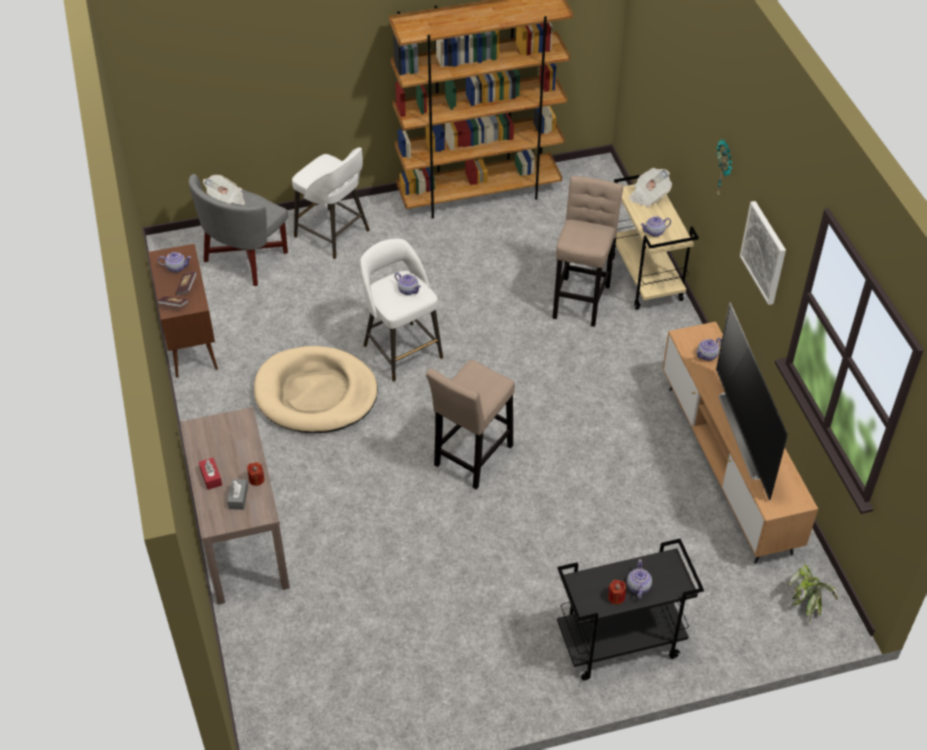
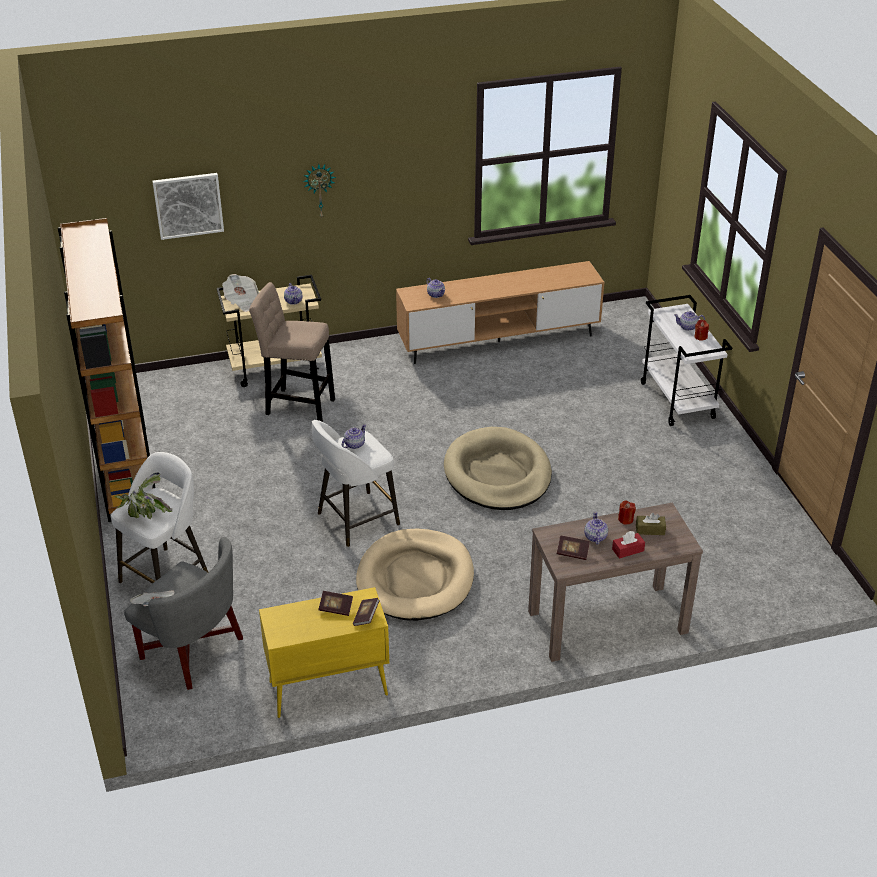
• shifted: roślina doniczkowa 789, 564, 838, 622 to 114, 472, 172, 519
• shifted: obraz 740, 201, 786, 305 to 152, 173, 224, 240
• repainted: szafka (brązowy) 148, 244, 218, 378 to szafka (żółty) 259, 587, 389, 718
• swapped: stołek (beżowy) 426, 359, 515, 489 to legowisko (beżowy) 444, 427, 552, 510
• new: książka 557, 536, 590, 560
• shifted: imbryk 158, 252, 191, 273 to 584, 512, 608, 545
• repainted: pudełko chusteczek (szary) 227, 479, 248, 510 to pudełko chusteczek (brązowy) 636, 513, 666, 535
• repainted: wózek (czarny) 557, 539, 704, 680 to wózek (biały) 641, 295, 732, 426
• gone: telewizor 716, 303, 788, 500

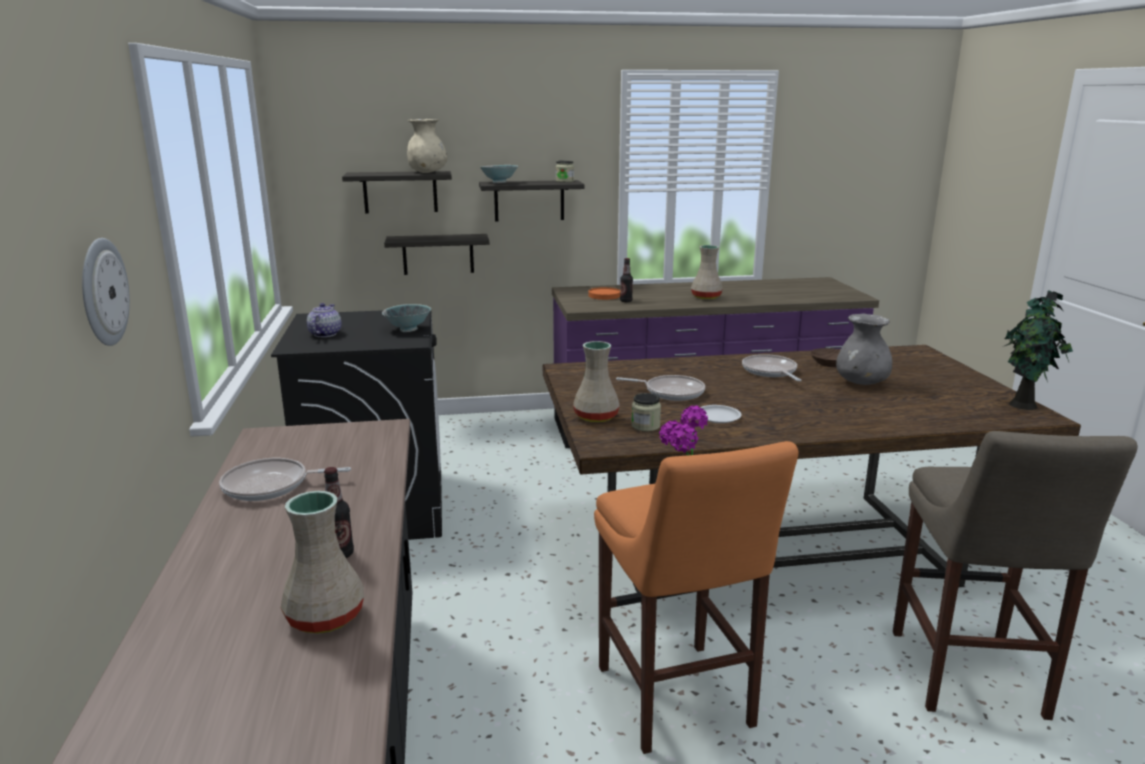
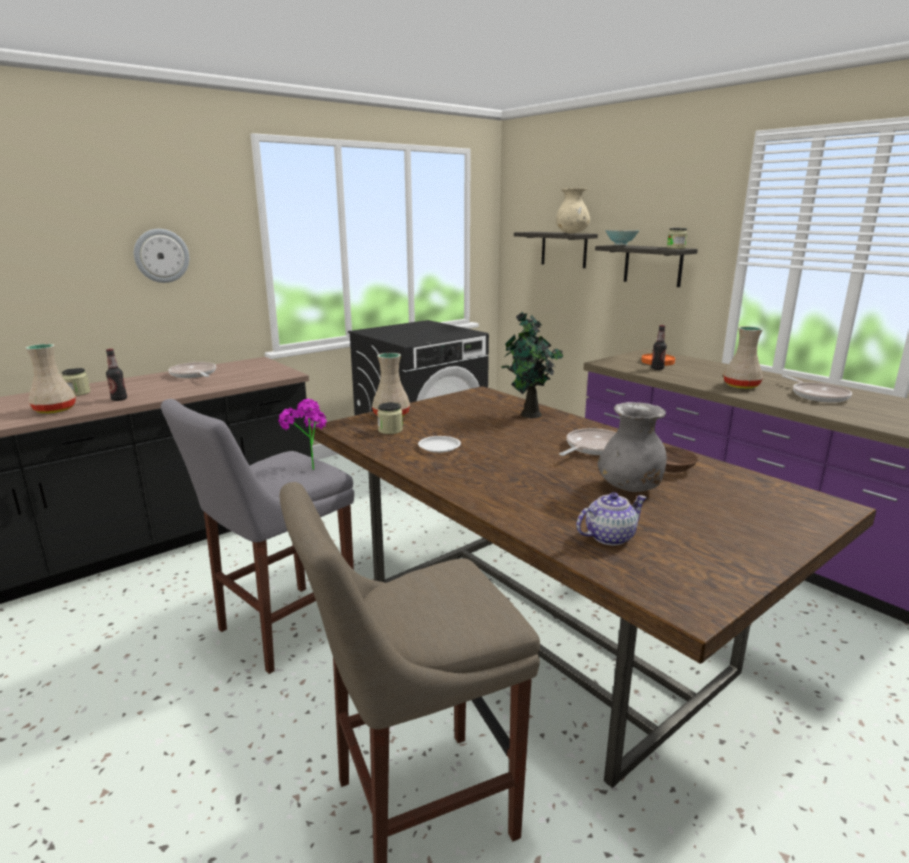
• new: słoik 62, 368, 91, 396
• repainted: stołek (pomarańczowy) 594, 441, 798, 754 to stołek (szary) 161, 399, 354, 674
• shifted: roślina doniczkowa 1002, 290, 1073, 410 to 501, 312, 563, 418
• shifted: imbryk 307, 303, 342, 337 to 576, 492, 647, 546
• shifted: patelnia 616, 375, 705, 401 to 782, 375, 852, 403
• gone: miska 382, 304, 431, 332
• gone: półka 384, 234, 489, 275

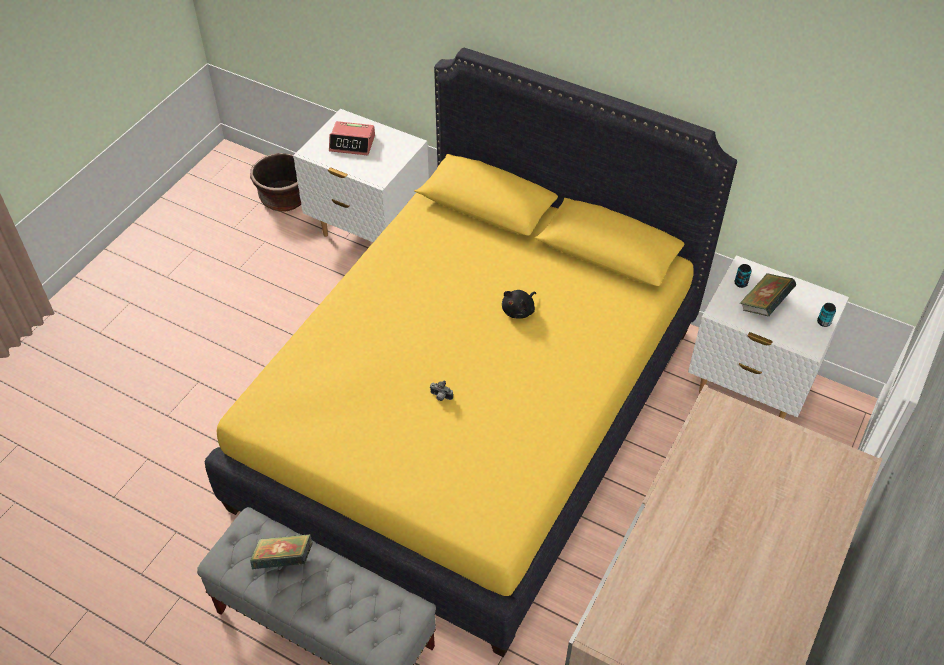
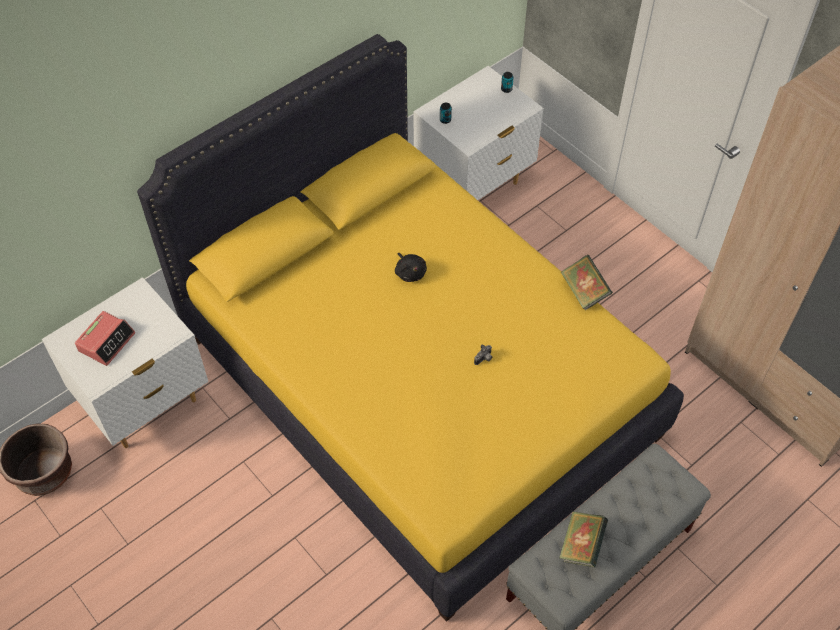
• shifted: książka 740, 273, 796, 316 to 561, 255, 613, 311

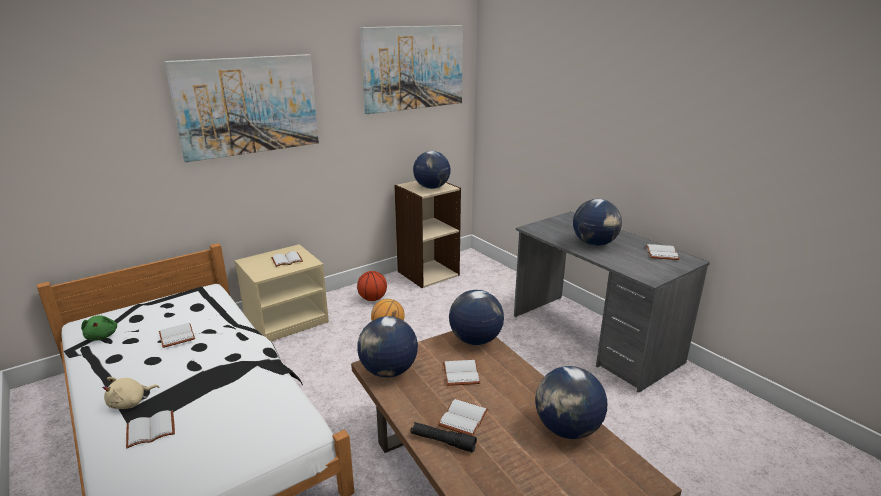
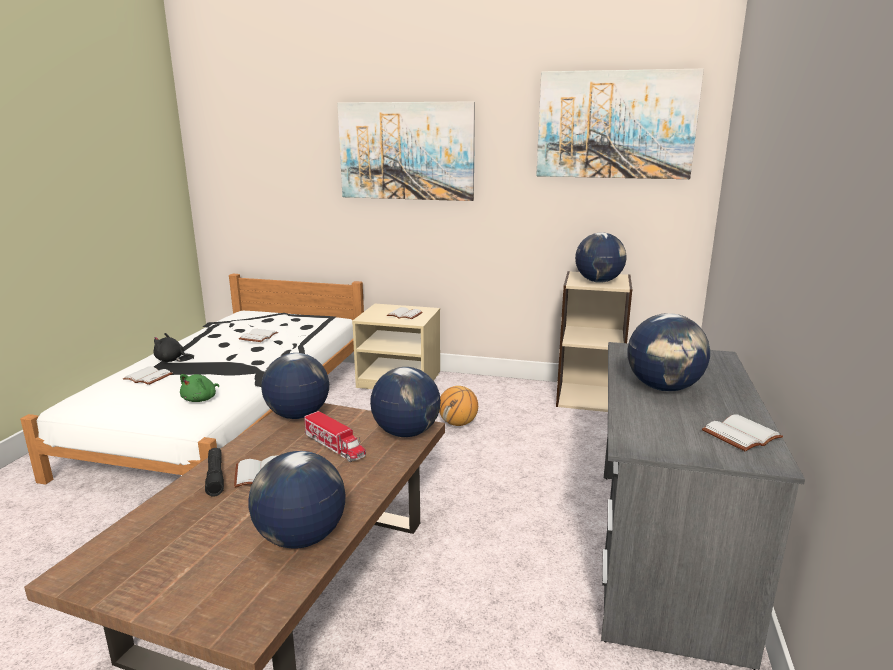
• repainted: pluszak (beżowy) 102, 377, 160, 409 to pluszak (czarny) 153, 333, 194, 362
• shifted: pluszak (zielony) 81, 315, 117, 341 to 180, 374, 219, 402
• swapped: książka (biały) 443, 360, 481, 386 to ciężarówka zabawkowa 304, 411, 366, 462
• gone: piłka do koszykówki 357, 271, 387, 301

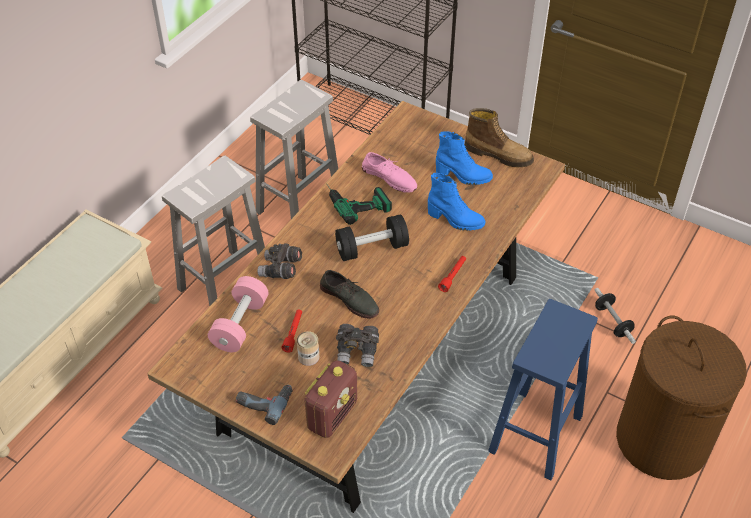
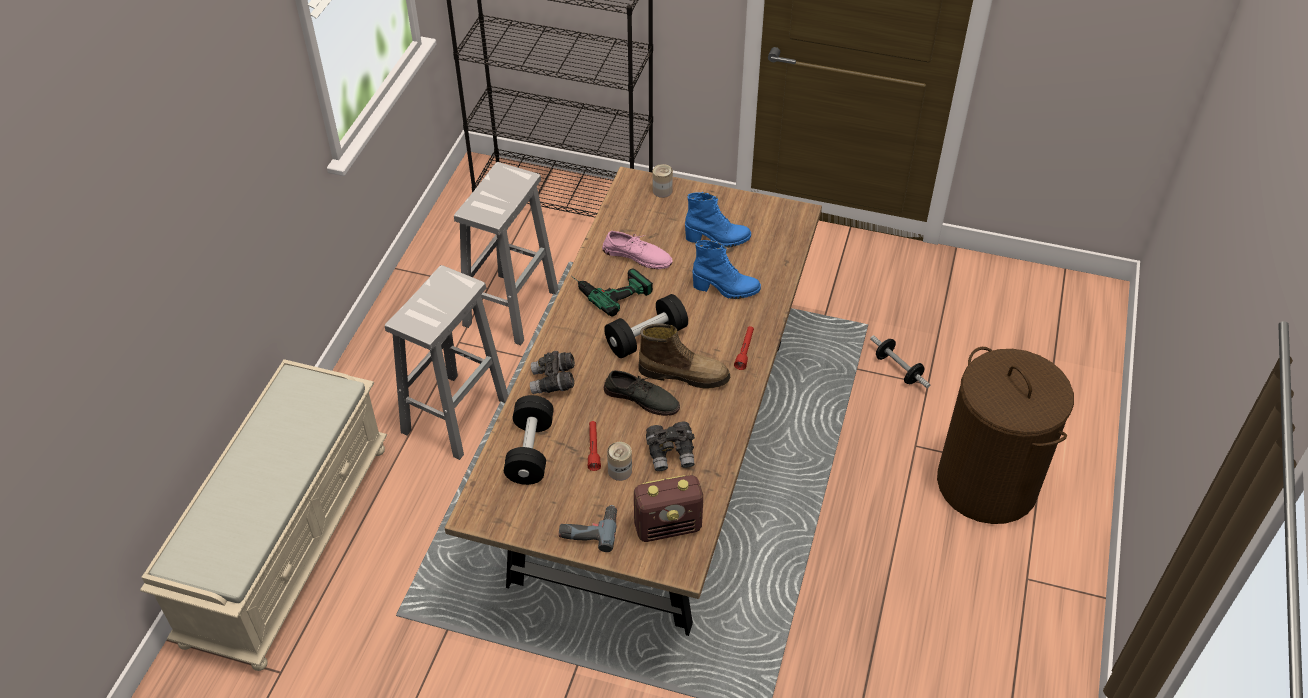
• repainted: hantel (różowy) 208, 276, 269, 352 to hantel (czarny) 504, 395, 554, 485
• rotated: radio 304, 360, 357, 438 = 634, 475, 703, 542 60 degrees clockwise
• shifted: but z cholewką 464, 108, 534, 167 to 638, 323, 730, 388
• new: puszka 653, 164, 673, 198
• gone: stołek (niebieski) 488, 299, 598, 480

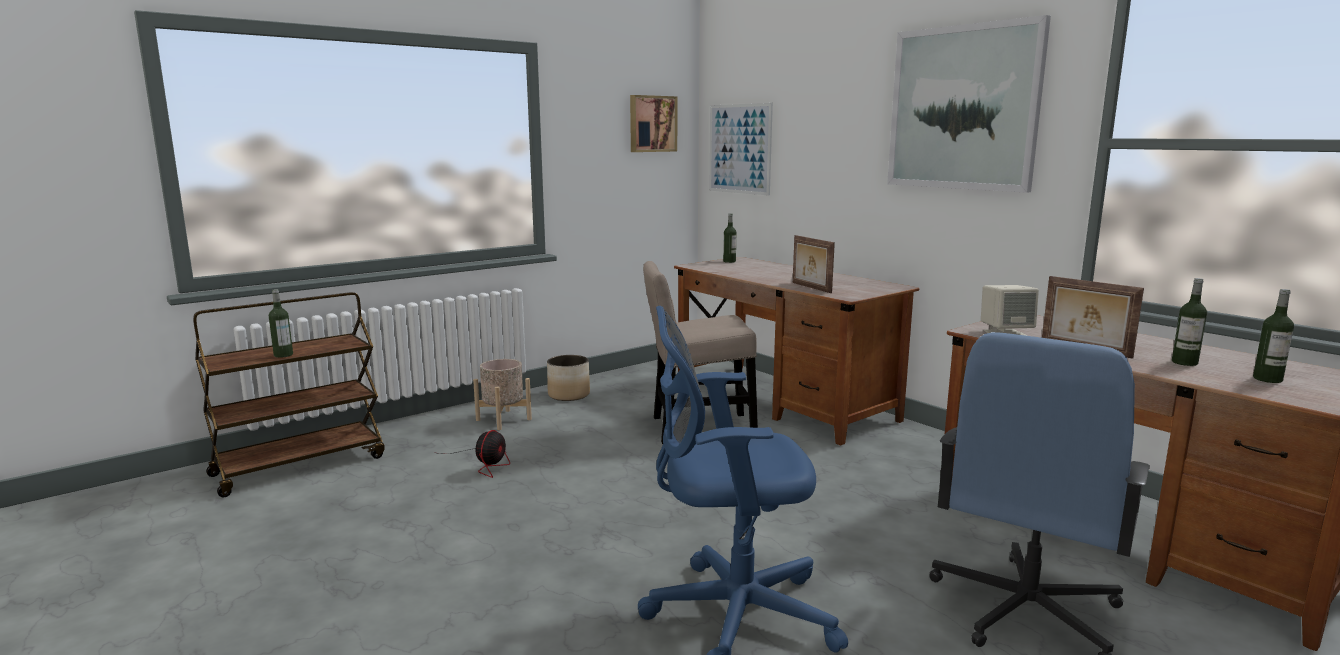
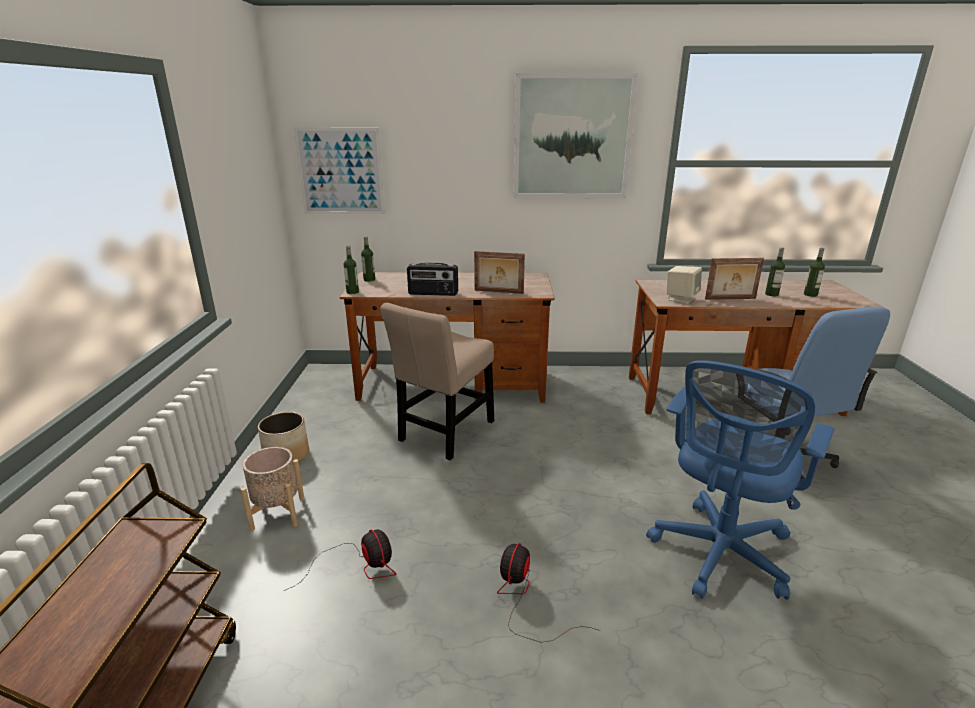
• shifted: butelka 269, 289, 293, 358 to 344, 246, 359, 294
• new: radio 407, 262, 458, 296
• new: wentylator 497, 543, 601, 643
• gone: obraz 630, 95, 677, 152

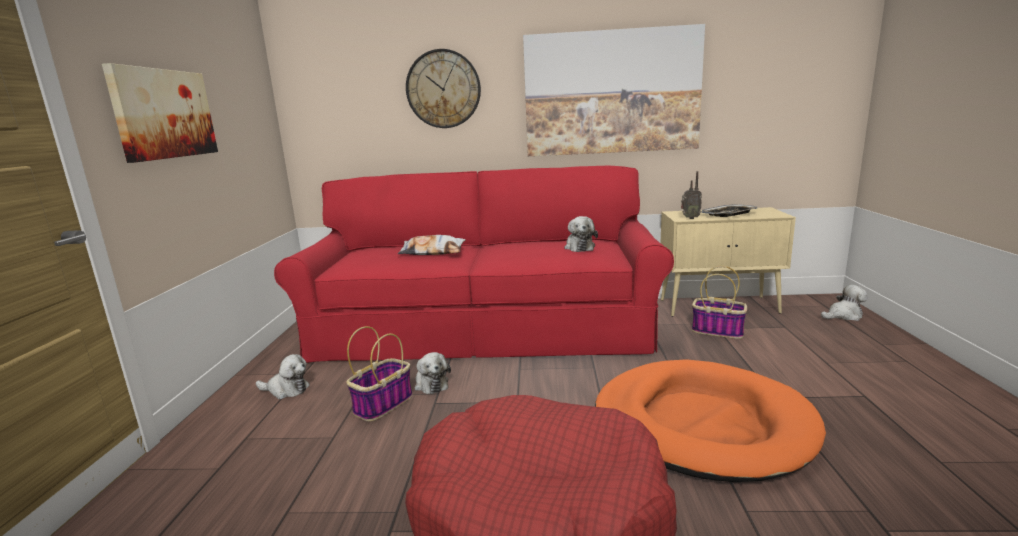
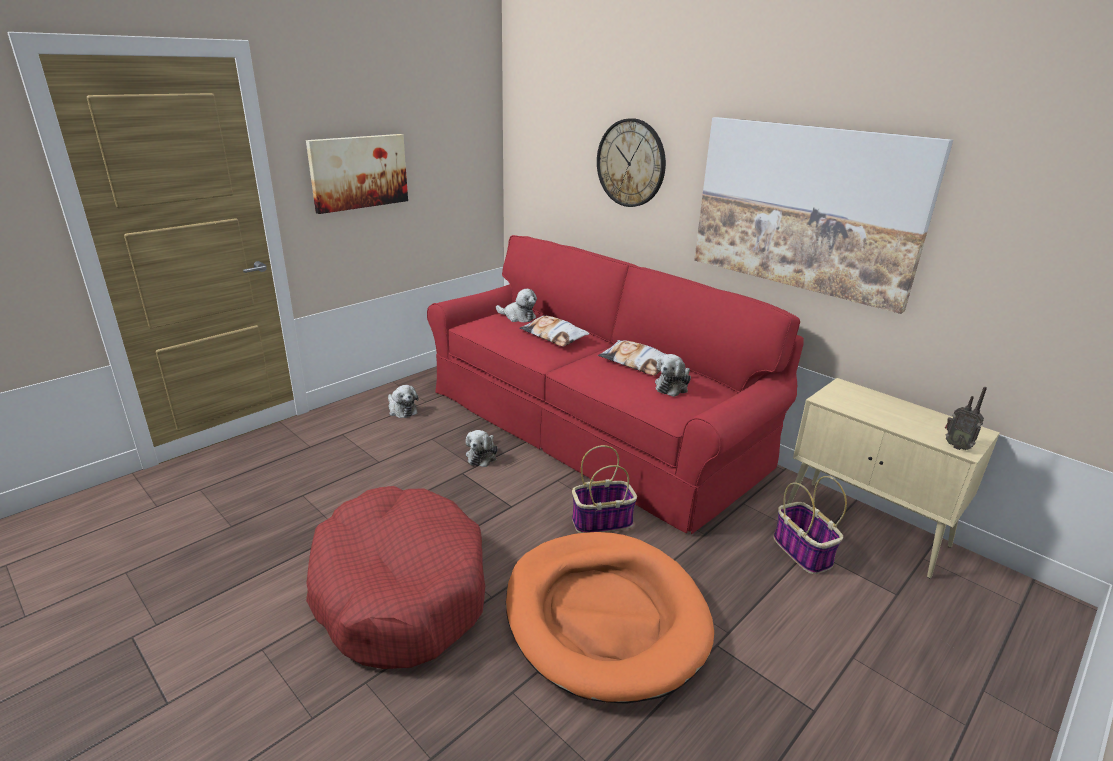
• shifted: pluszak 821, 285, 867, 321 to 496, 289, 537, 323
• shifted: koszyk 346, 326, 413, 421 to 572, 445, 637, 533
• new: poduszka 598, 340, 667, 376
• shifted: radio 681, 171, 702, 219 to 945, 387, 987, 450
• gone: taca 701, 204, 757, 217

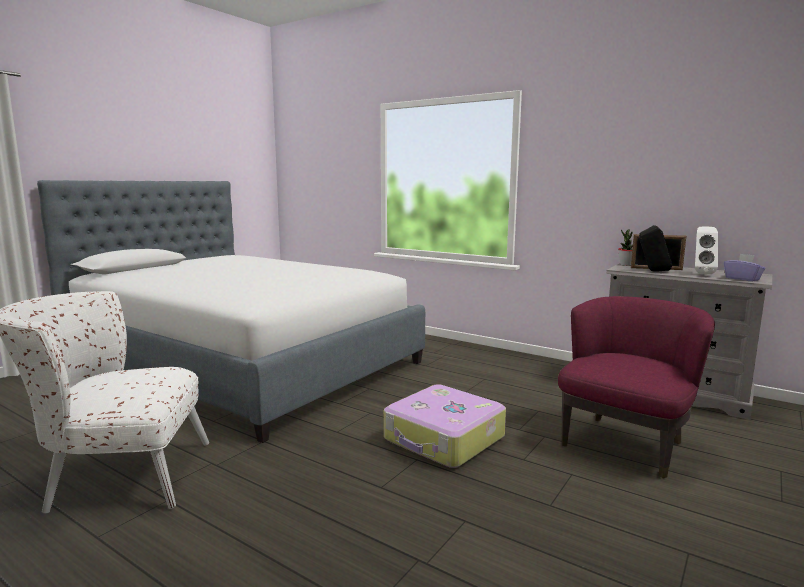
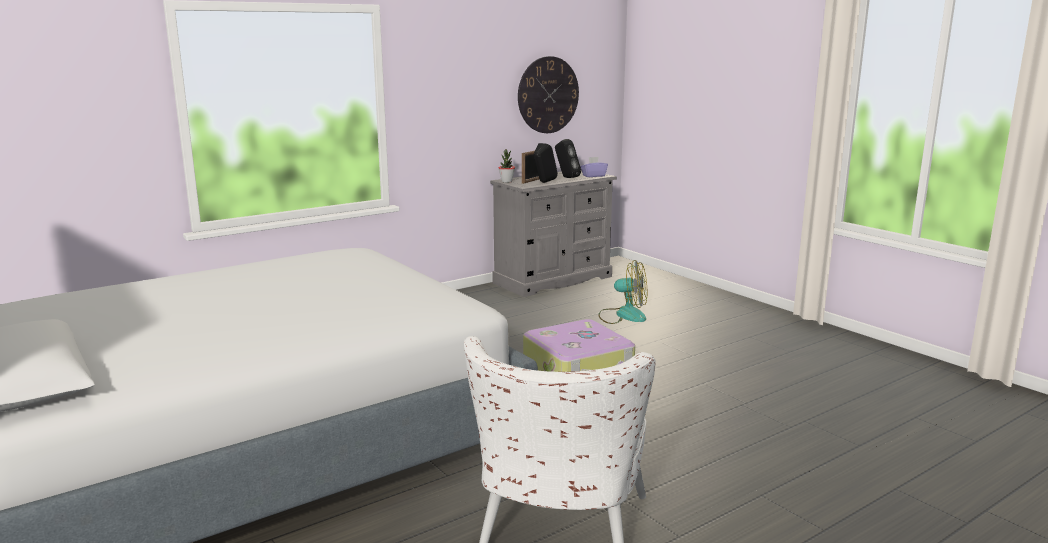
• new: zegar ścienny 518, 56, 579, 133
• repainted: głośnik (biały) 695, 227, 718, 275 to głośnik (czarny) 555, 139, 581, 178
• swapped: fotel (fioletowy) 558, 296, 715, 478 to wentylator 599, 260, 647, 324

